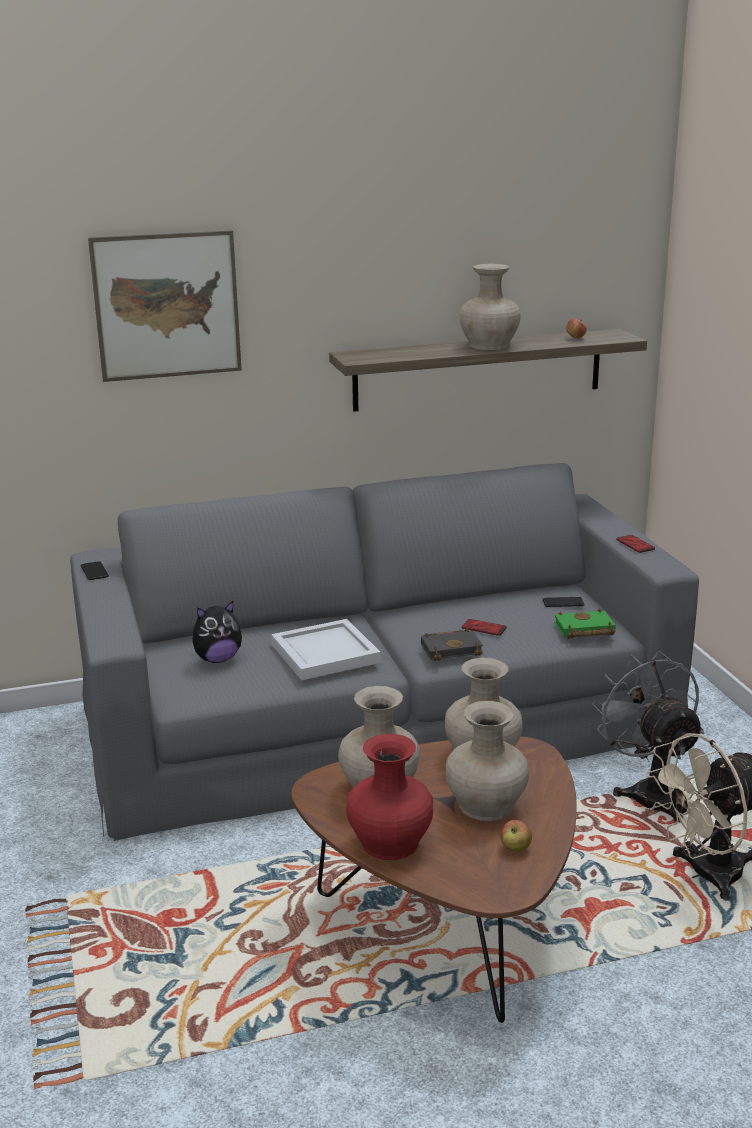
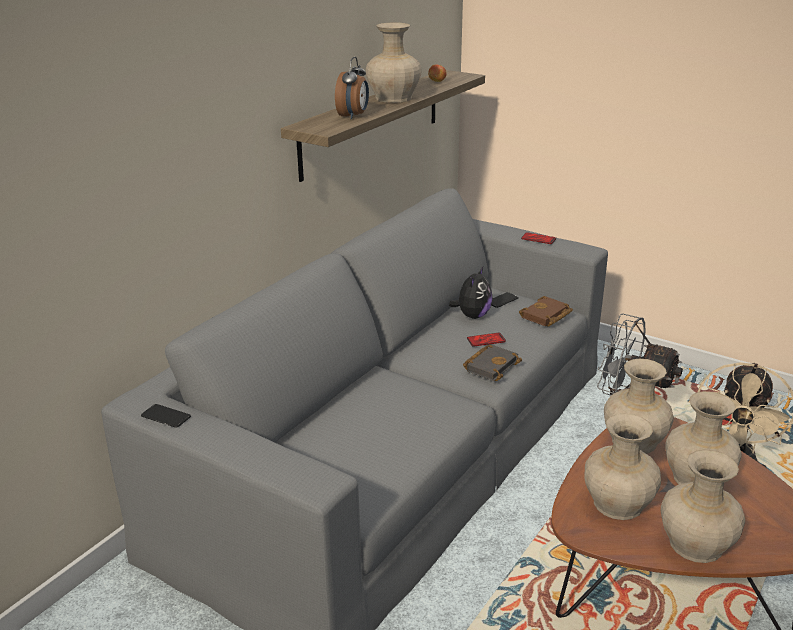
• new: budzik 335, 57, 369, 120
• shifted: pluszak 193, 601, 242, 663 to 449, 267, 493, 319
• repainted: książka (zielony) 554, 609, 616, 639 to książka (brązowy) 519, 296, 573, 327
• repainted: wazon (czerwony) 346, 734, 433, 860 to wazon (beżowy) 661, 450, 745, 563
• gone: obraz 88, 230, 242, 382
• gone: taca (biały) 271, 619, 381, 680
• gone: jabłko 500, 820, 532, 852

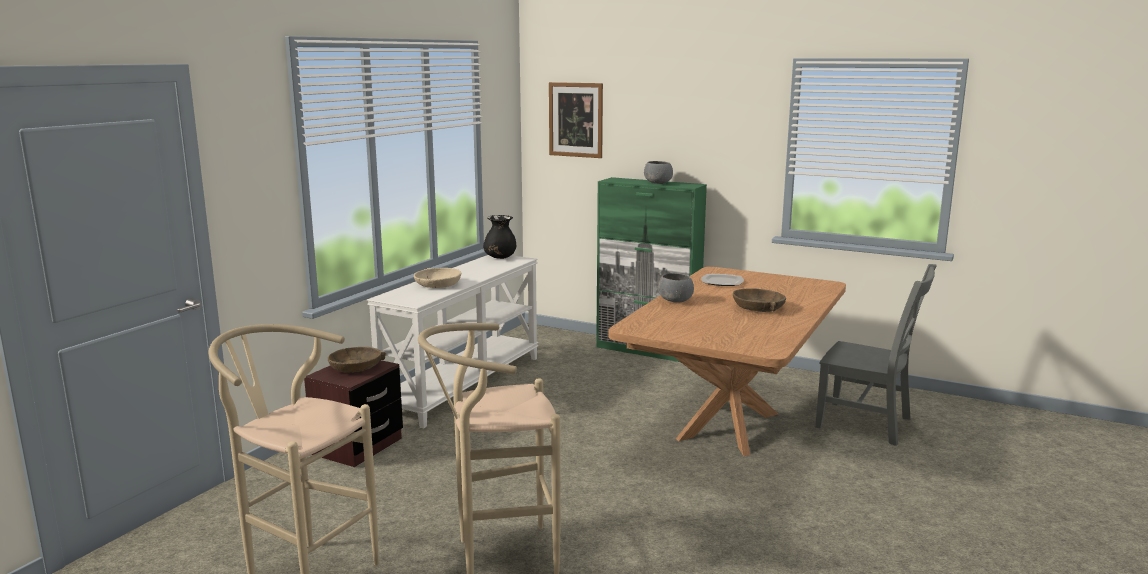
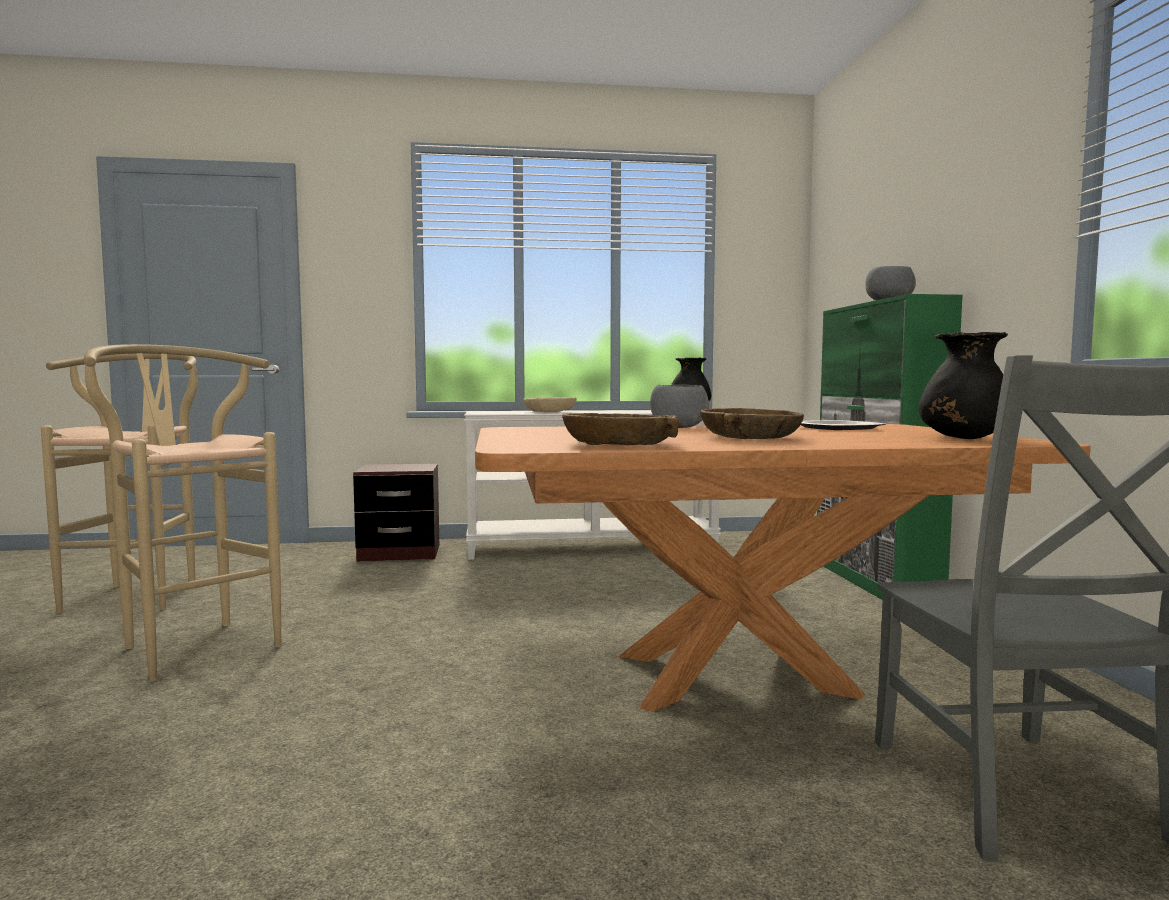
• shifted: miska (brązowy) 328, 347, 386, 373 to 562, 413, 679, 445
• new: wazon (czarny) 918, 332, 1008, 439
• gone: obraz 549, 82, 603, 158

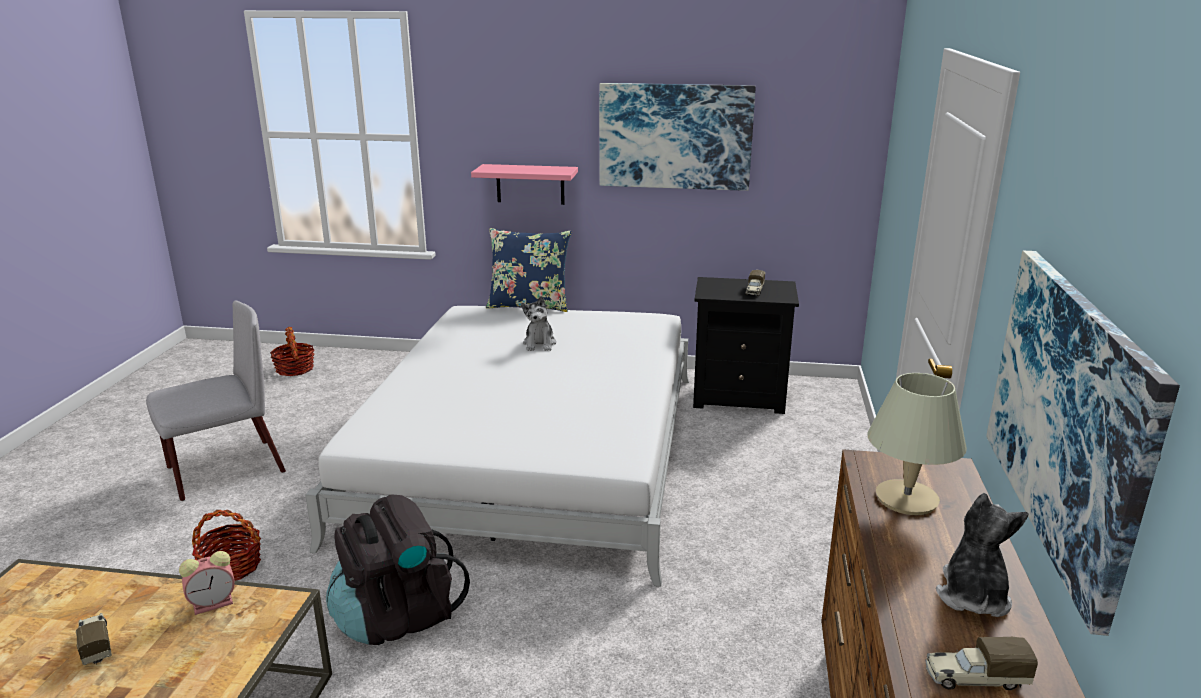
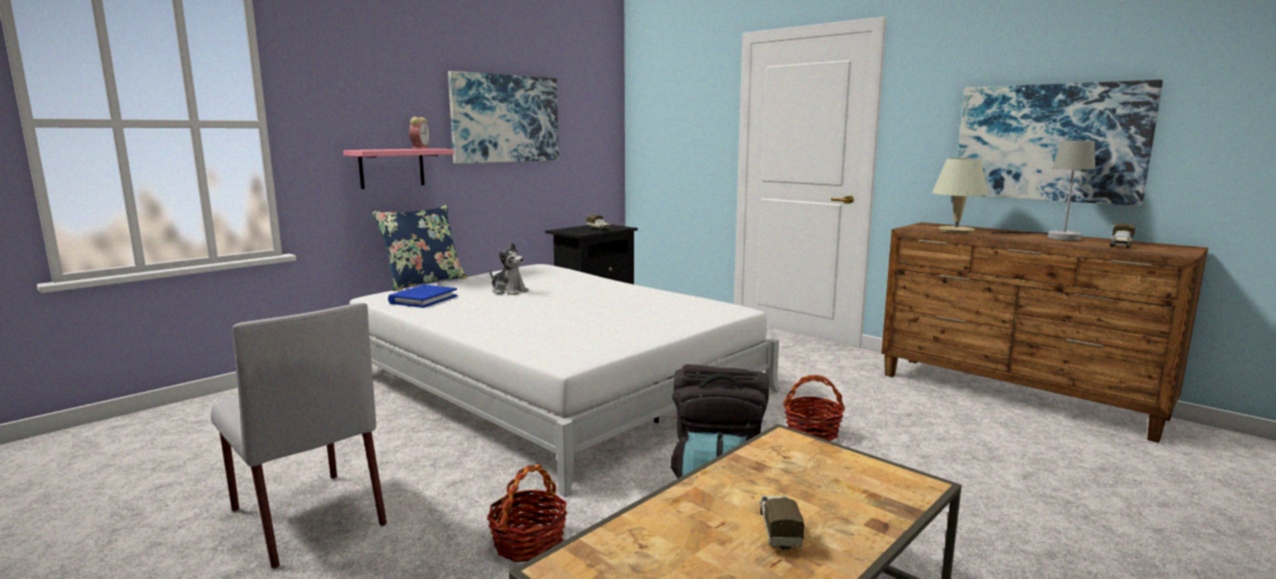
• rotated: krzesło (szary) 146, 300, 286, 501 = 211, 303, 387, 569 135 degrees clockwise
• new: książka (niebieski) 388, 285, 457, 308
• shifted: budzik 179, 551, 235, 615 to 409, 117, 430, 149
• rotated: ciężarówka zabawkowa 76, 613, 112, 665 = 760, 494, 804, 551 90 degrees clockwise
• shifted: koszyk 270, 327, 315, 376 to 783, 375, 845, 441
• swapped: pluszak 936, 493, 1029, 617 to lampa stołowa (szary) 990, 141, 1095, 241

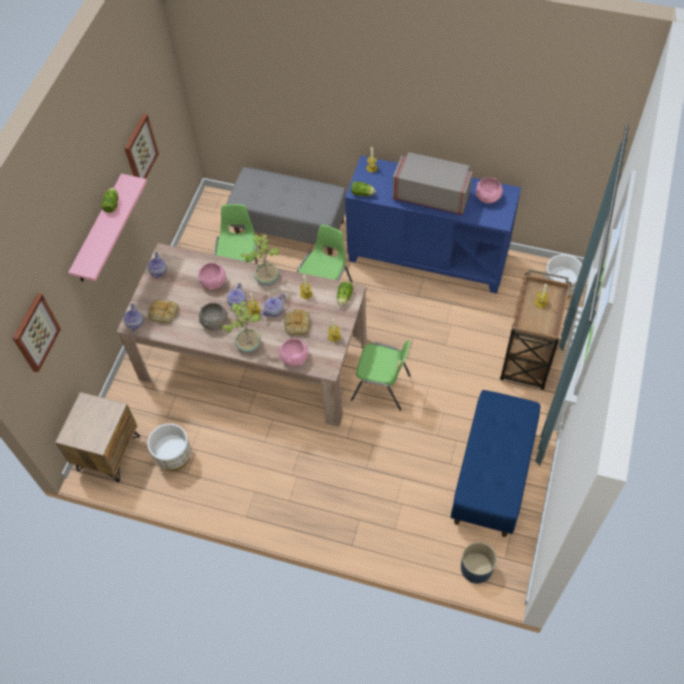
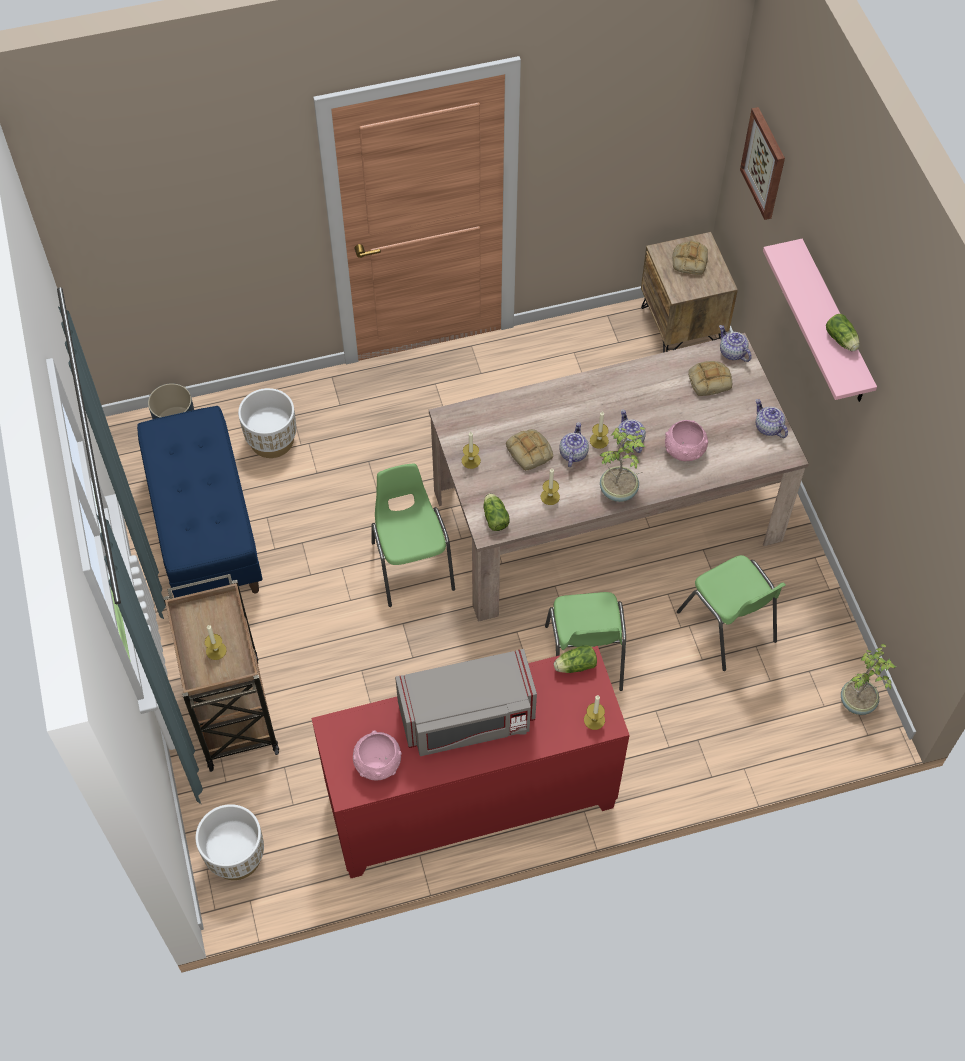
• shifted: donica (biały) 148, 423, 191, 471 to 238, 388, 296, 458
• repainted: szafka (niebieski) 345, 156, 521, 294 to szafka (czerwony) 312, 646, 630, 878
• rotated: krzesło (zielony) 351, 340, 411, 411 = 372, 463, 455, 607 90 degrees clockwise
• new: chleb 672, 241, 708, 275
• shifted: roślina doniczkowa 222, 301, 261, 353 to 841, 644, 896, 715
• gone: obraz 124, 114, 159, 179
• gone: miska (szary) 199, 303, 228, 330
• gone: ławka (szary) 227, 167, 346, 255
• gone: miska (różowy) 279, 338, 308, 366

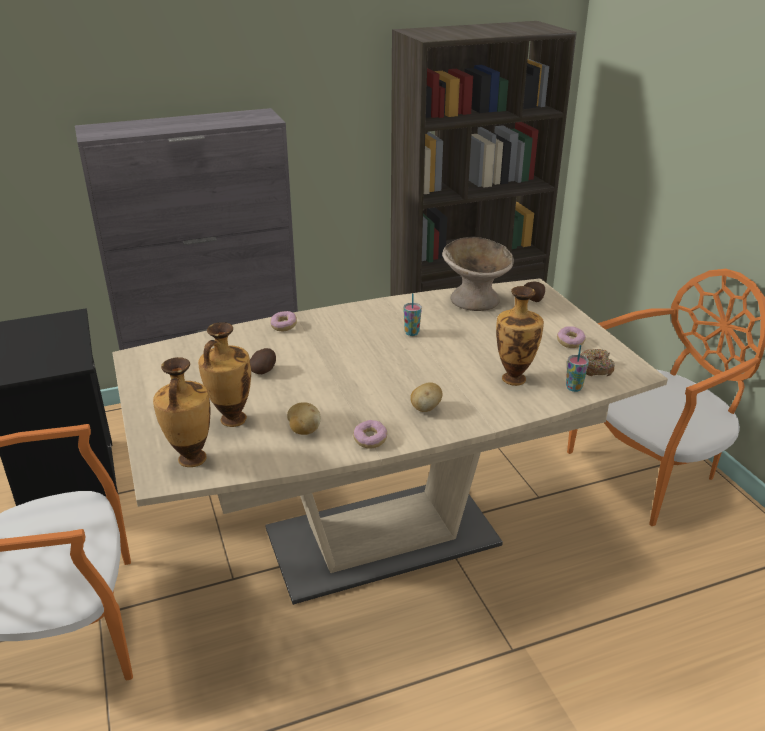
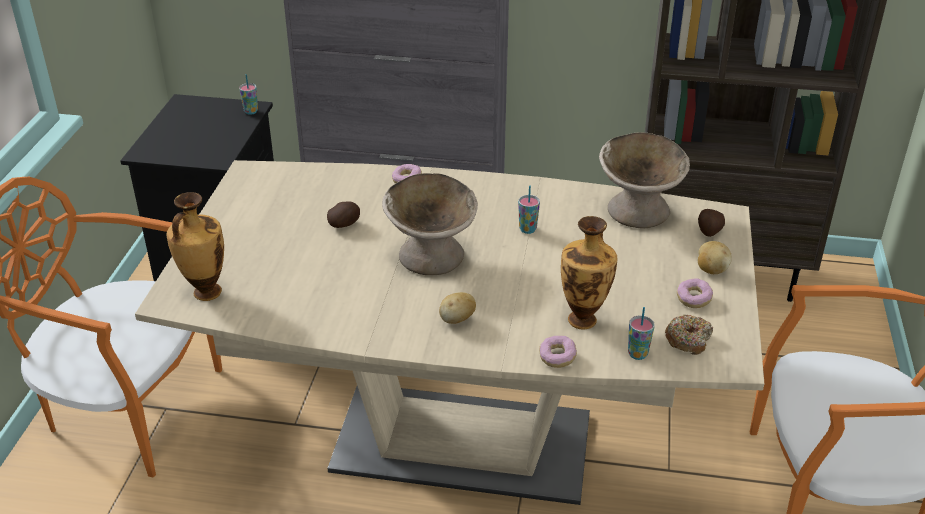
• new: filiżanka 239, 74, 258, 115
• new: miska (beżowy) 382, 173, 478, 275
• shifted: donut 353, 420, 387, 449 to 539, 336, 577, 368
• shifted: ziemniak 287, 402, 321, 435 to 698, 241, 732, 274
• gone: wazon 198, 322, 251, 427

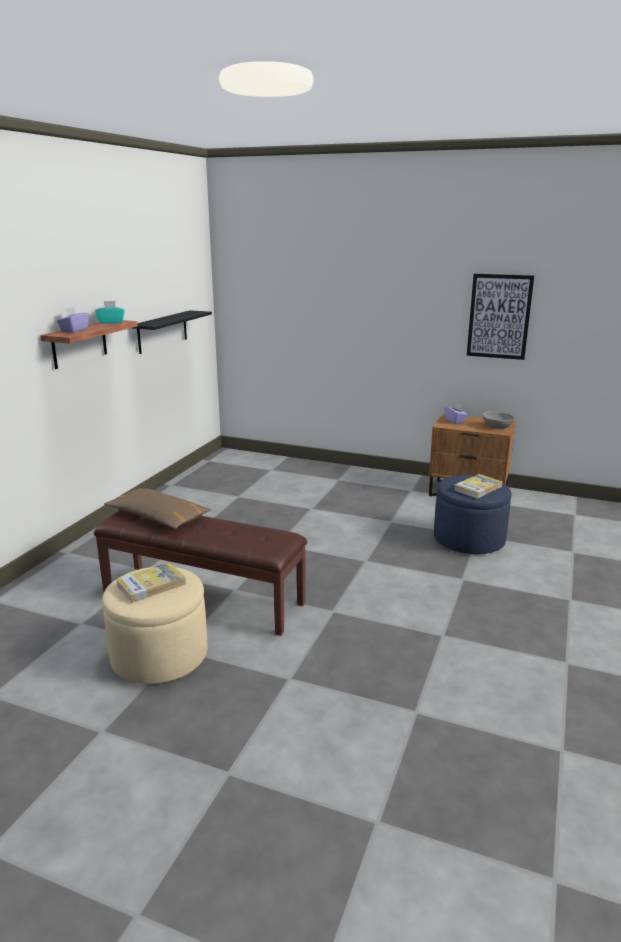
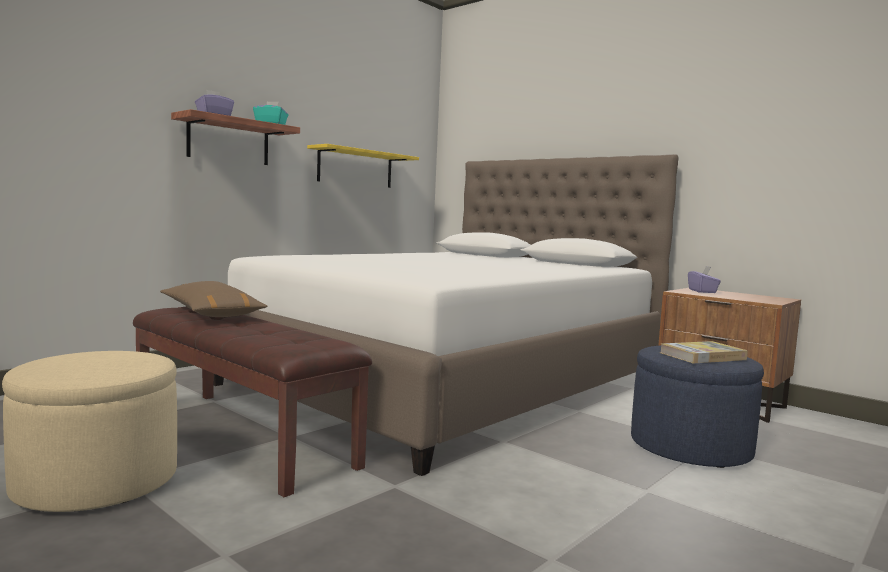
• new: łóżko (biały) 214, 154, 679, 476
• repainted: półka (czarny) 134, 310, 212, 354 to półka (żółty) 307, 144, 419, 188
• gone: książka 116, 562, 186, 603
• gone: obraz 467, 274, 534, 360
• gone: miska (szary) 483, 411, 515, 429

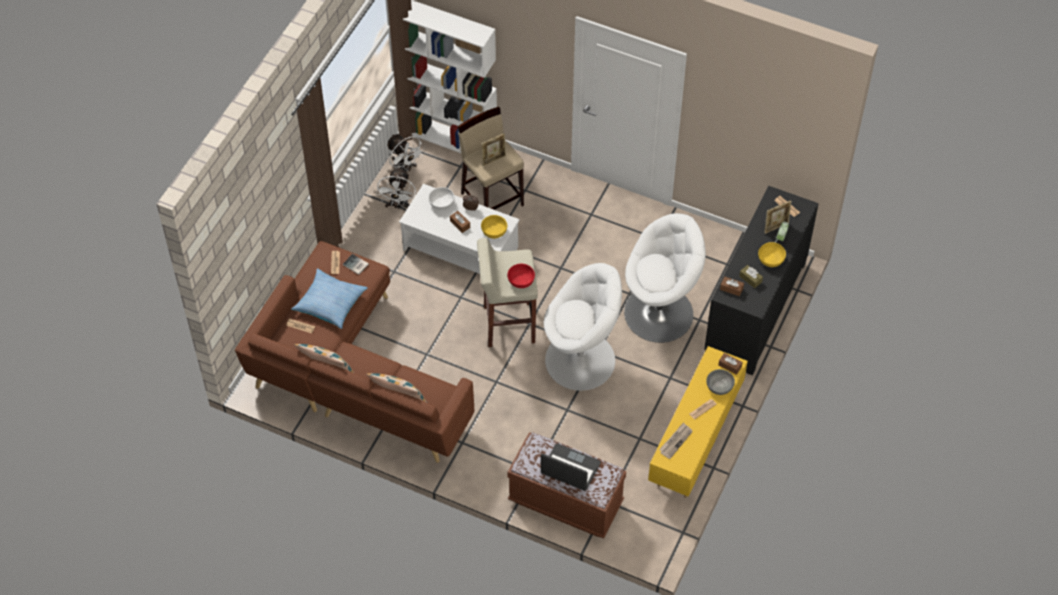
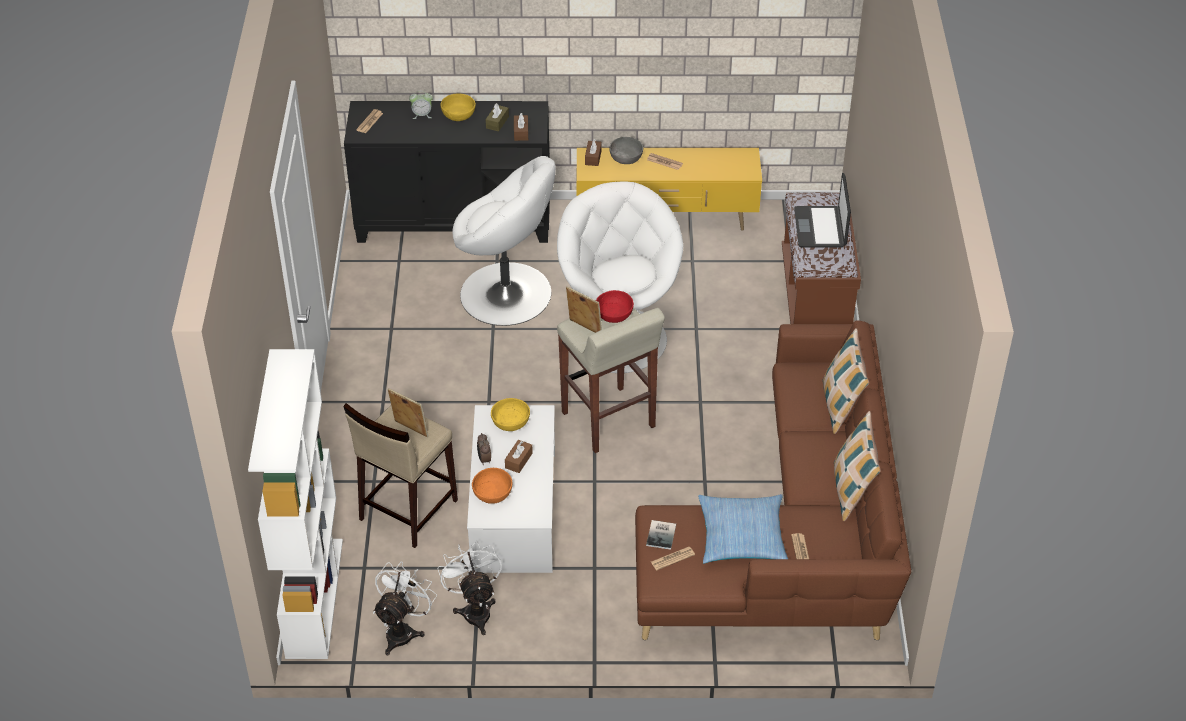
• rotated: wentylator (biały) 376, 167, 416, 210 = 437, 541, 502, 635 90 degrees counterclockwise
• rotated: fotel (biały) 624, 213, 706, 343 = 453, 156, 556, 326 150 degrees clockwise
• repainted: miska (biały) 428, 187, 455, 210 to miska (pomarańczowy) 472, 468, 512, 504
• shifted: ramka na zdjęcie 764, 201, 792, 234 to 566, 287, 602, 333
• gone: gazeta 659, 422, 693, 459

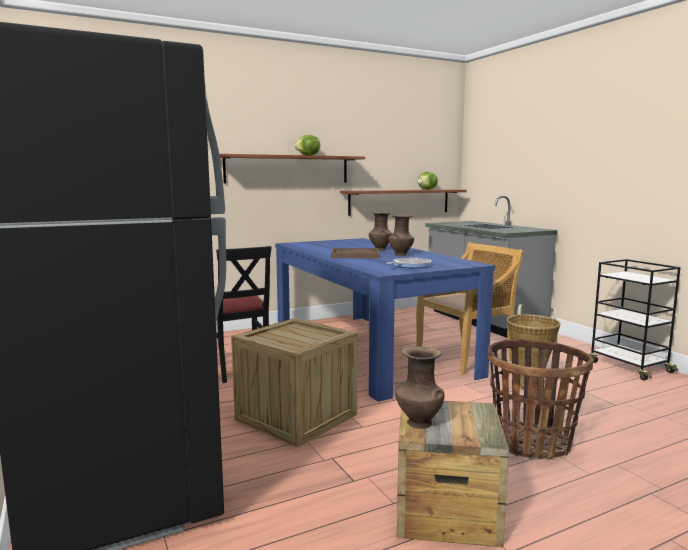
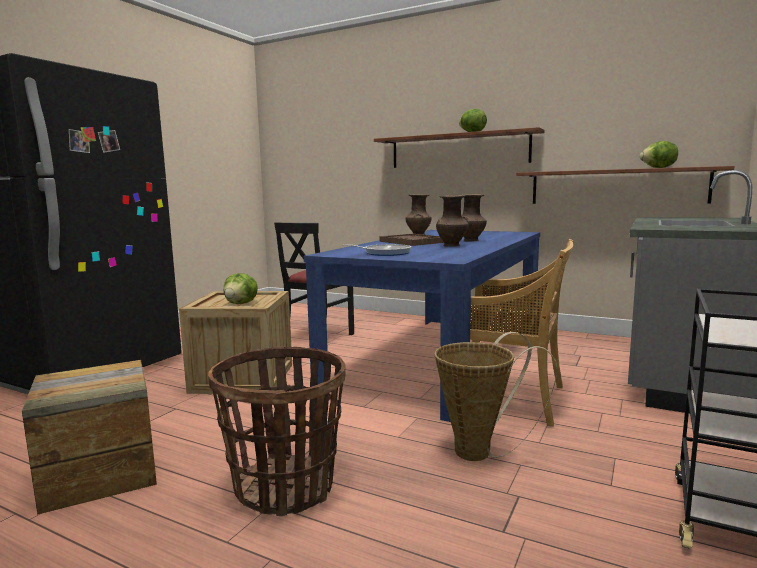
• new: sałata 224, 273, 258, 304
• shifted: wazon (brązowy) 395, 346, 444, 429 to 405, 194, 432, 235

